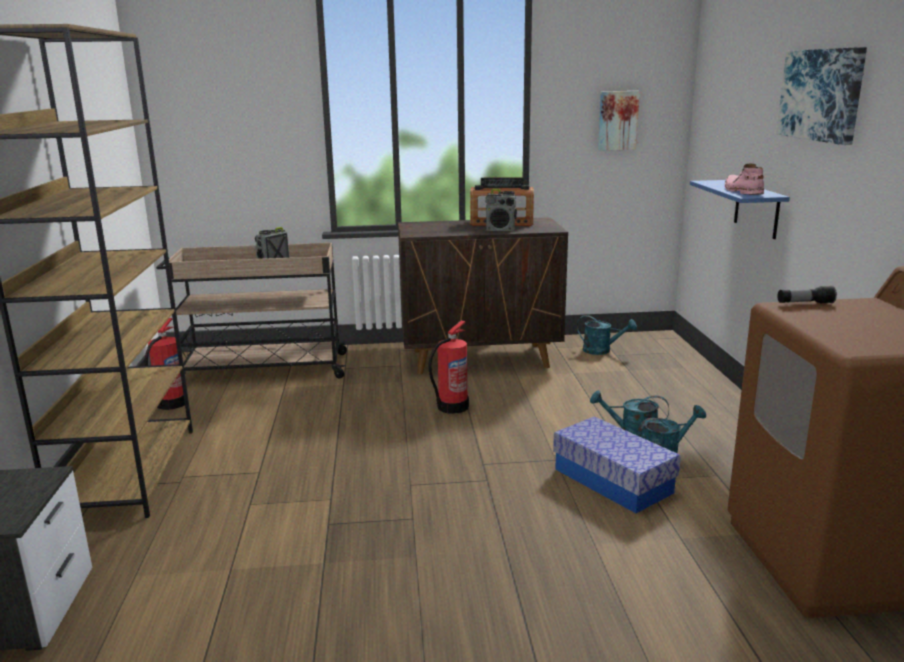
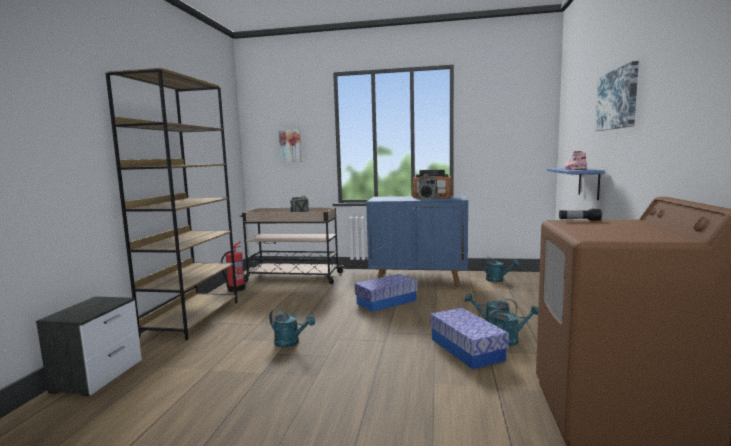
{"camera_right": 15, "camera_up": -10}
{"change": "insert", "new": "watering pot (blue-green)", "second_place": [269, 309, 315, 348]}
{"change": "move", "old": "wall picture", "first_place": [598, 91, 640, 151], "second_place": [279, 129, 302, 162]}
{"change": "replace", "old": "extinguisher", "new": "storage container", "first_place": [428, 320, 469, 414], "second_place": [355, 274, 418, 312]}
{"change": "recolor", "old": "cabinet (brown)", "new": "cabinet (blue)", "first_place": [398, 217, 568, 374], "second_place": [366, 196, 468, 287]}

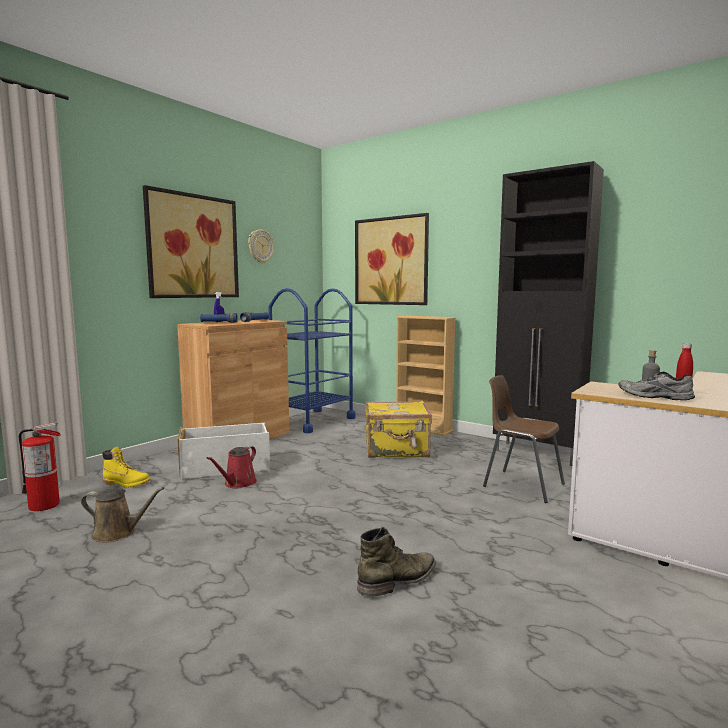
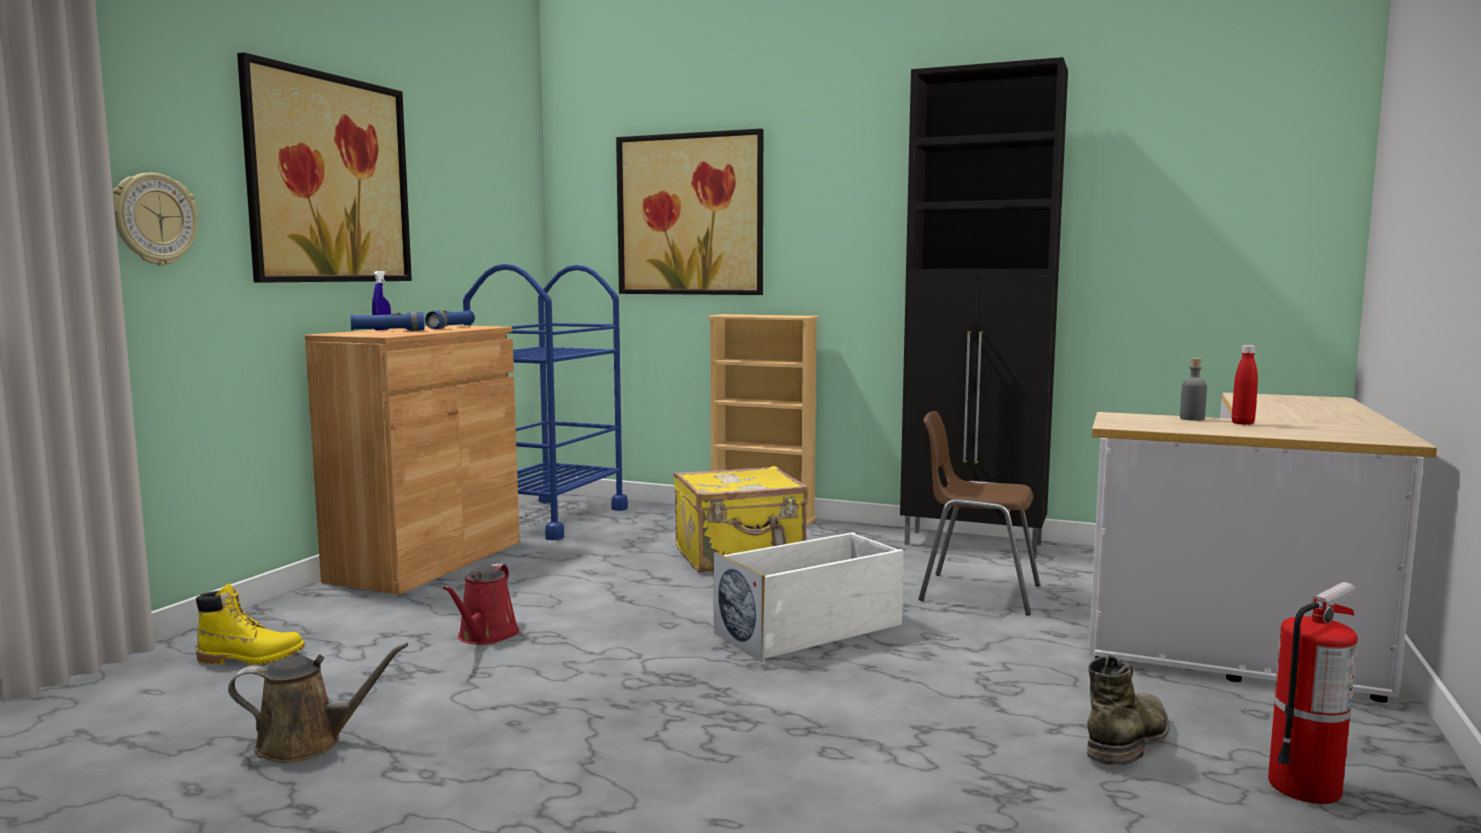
{"camera_right": -15, "camera_up": 0}
{"change": "move", "old": "clock on the wall", "first_place": [248, 230, 274, 263], "second_place": [113, 173, 198, 266]}
{"change": "move", "old": "storage container (whitish)", "first_place": [177, 423, 270, 480], "second_place": [714, 532, 904, 662]}
{"change": "move", "old": "tall boot (greenish)", "first_place": [357, 527, 436, 597], "second_place": [1087, 654, 1170, 765]}
{"change": "move", "old": "extinguisher", "first_place": [19, 422, 61, 511], "second_place": [1268, 582, 1358, 804]}
{"change": "delete", "old": "low shoe (greyish)", "first_place": [619, 371, 695, 400]}

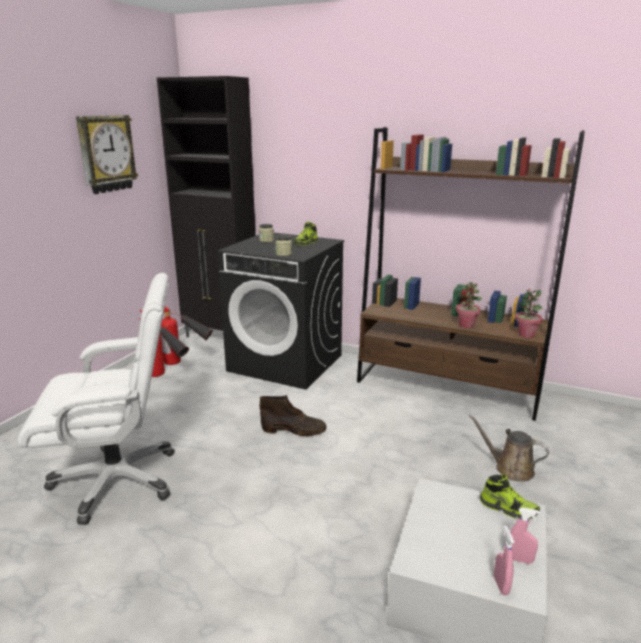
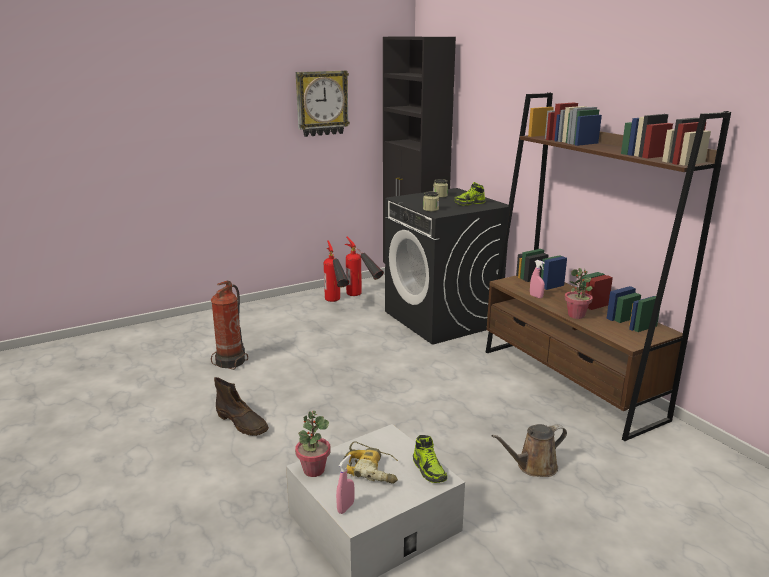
{"camera_right": 35, "camera_up": 0}
{"change": "replace", "old": "computer chair (whitish)", "new": "extinguisher", "first_place": [18, 273, 175, 525], "second_place": [211, 281, 248, 370]}
{"change": "move", "old": "tall boot (brown)", "first_place": [260, 395, 326, 436], "second_place": [214, 377, 269, 436]}
{"change": "move", "old": "houseplant", "first_place": [516, 289, 543, 338], "second_place": [295, 411, 330, 477]}
{"change": "insert", "new": "power drill", "second_place": [344, 441, 398, 484]}
{"change": "rotate", "old": "watering pot (brown)", "first_place": [469, 415, 549, 482], "second_place": [492, 424, 567, 477], "degrees": -90}
{"change": "move", "old": "spray bottle (pinkish)", "first_place": [510, 508, 540, 564], "second_place": [530, 260, 545, 298]}

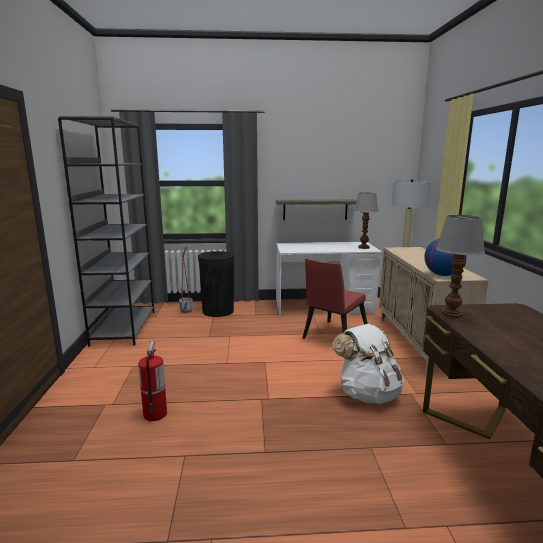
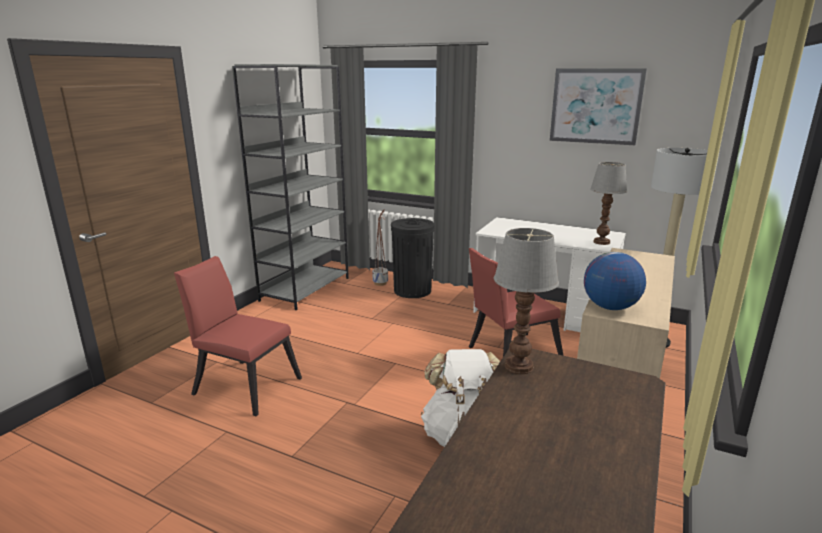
{"camera_right": 30, "camera_up": 5}
{"change": "replace", "old": "extinguisher", "new": "chair (red-coloured)", "first_place": [138, 341, 167, 421], "second_place": [174, 256, 302, 416]}
{"change": "insert", "new": "wall picture", "second_place": [550, 68, 647, 145]}
{"change": "delete", "old": "wall shelf", "first_place": [276, 199, 357, 220]}

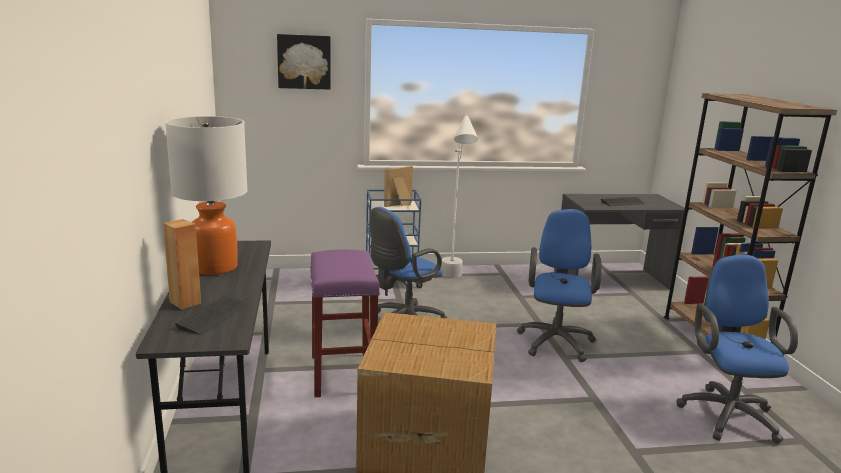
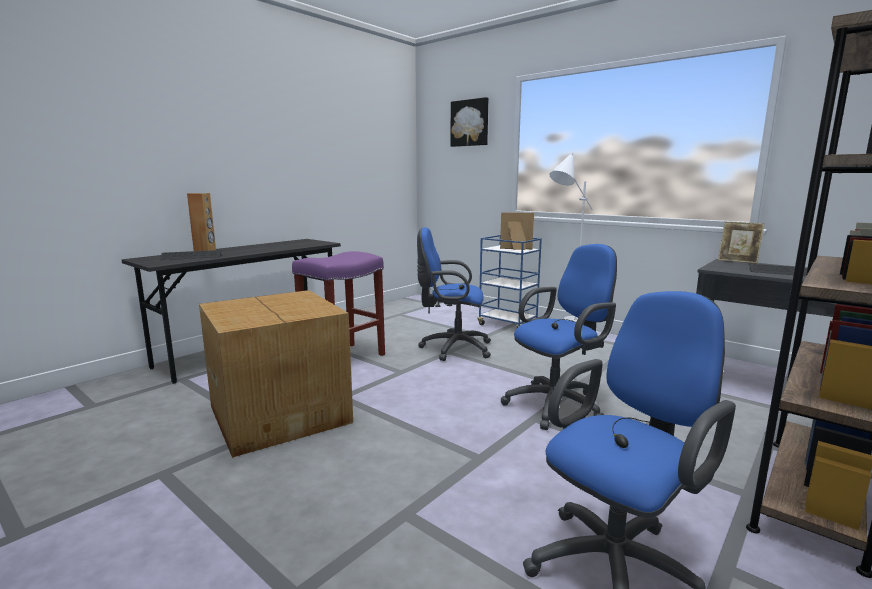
{"camera_right": 50, "camera_up": -5}
{"change": "insert", "new": "photo frame", "second_place": [718, 221, 765, 264]}
{"change": "delete", "old": "table lamp", "first_place": [165, 116, 248, 275]}

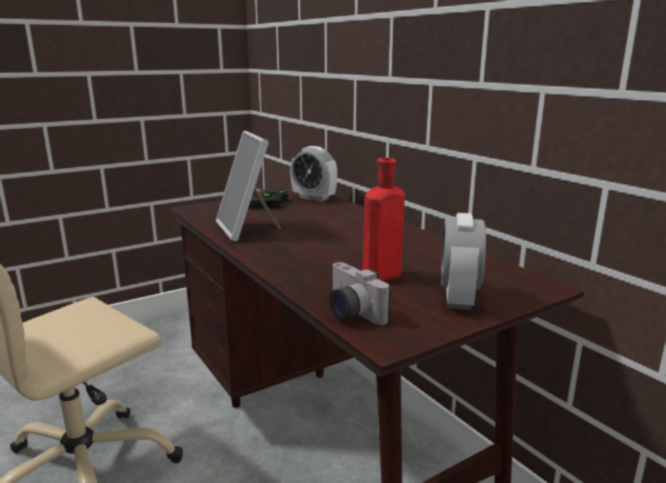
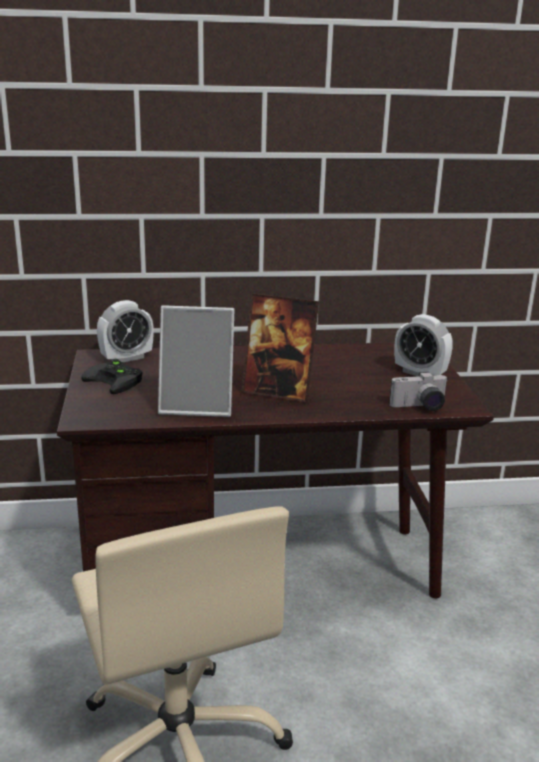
{"camera_right": -65, "camera_up": 5}
{"change": "insert", "new": "photo frame", "second_place": [241, 293, 319, 402]}
{"change": "delete", "old": "beverage bottle (red-coloured)", "first_place": [362, 158, 405, 281]}

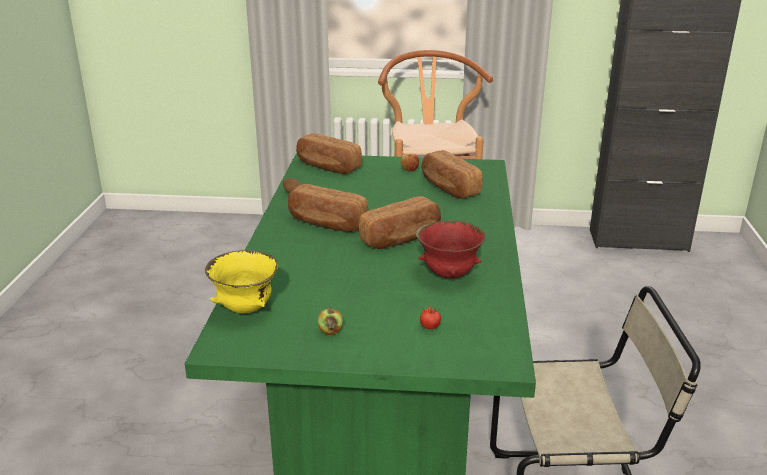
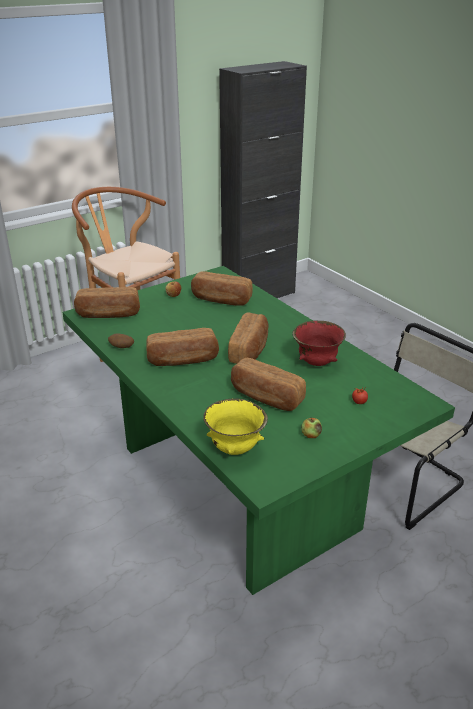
{"camera_right": -40, "camera_up": 5}
{"change": "insert", "new": "baked bread", "second_place": [231, 358, 306, 411]}

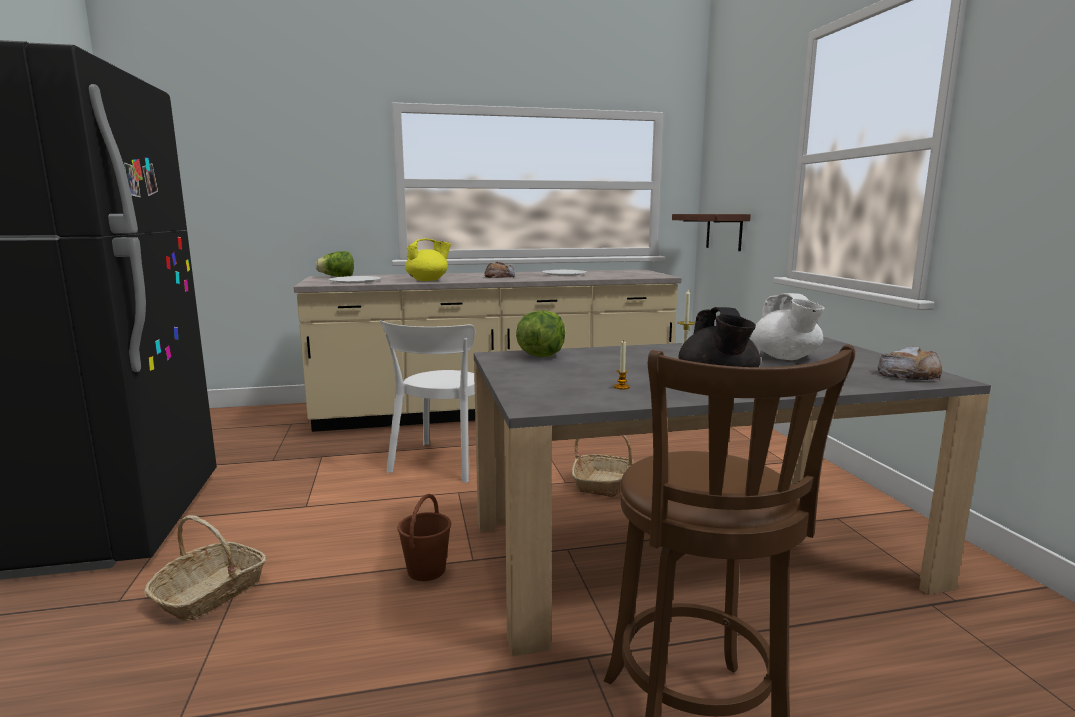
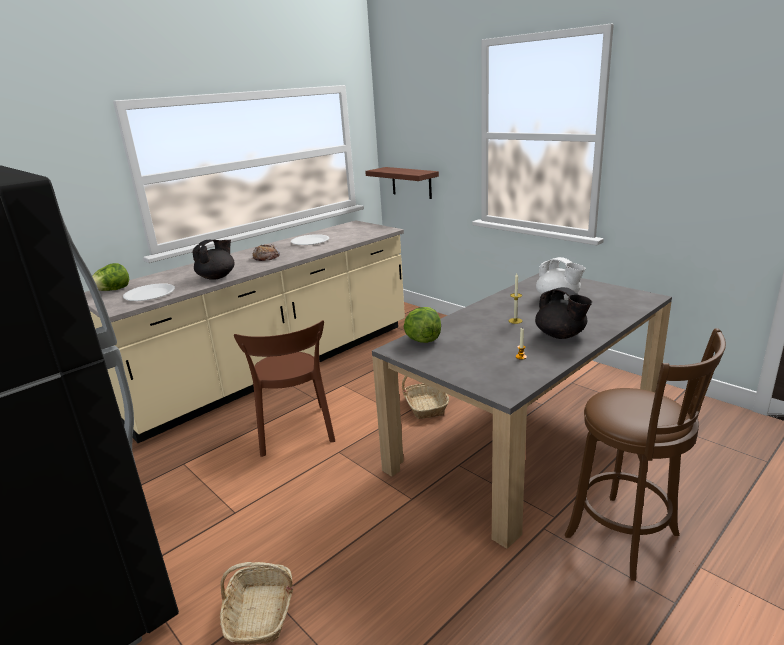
{"camera_right": -30, "camera_up": 10}
{"change": "recolor", "old": "pot for tea (yellowish)", "new": "pot for tea (black-coloured)", "first_place": [405, 239, 451, 281], "second_place": [192, 240, 235, 280]}
{"change": "recolor", "old": "chair (whitish)", "new": "chair (brown)", "first_place": [380, 320, 475, 483], "second_place": [234, 320, 335, 457]}
{"change": "delete", "old": "water bucket (brown)", "first_place": [398, 494, 451, 581]}
{"change": "delete", "old": "baked bread", "first_place": [878, 346, 942, 381]}

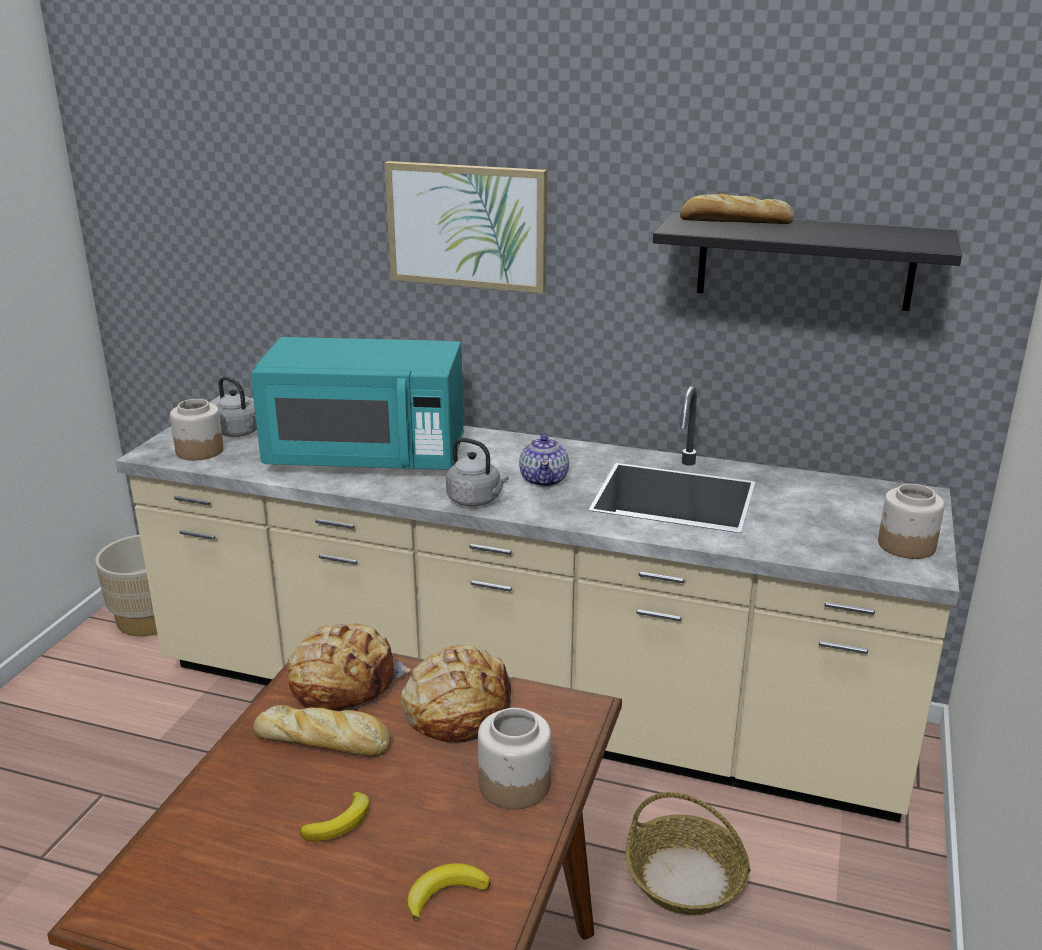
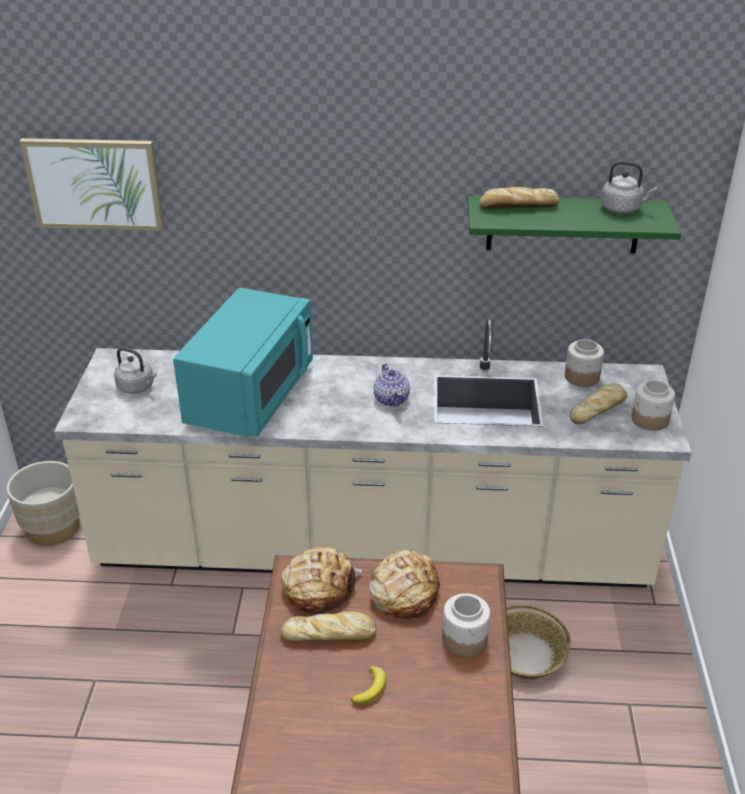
{"camera_right": -15, "camera_up": 10}
{"change": "move", "old": "wall picture", "first_place": [384, 161, 547, 293], "second_place": [19, 138, 164, 231]}
{"change": "rotate", "old": "microwave oven (blue-green)", "first_place": [251, 337, 464, 470], "second_place": [173, 287, 313, 437], "degrees": -60}
{"change": "recolor", "old": "wall shelf (black-coloured)", "new": "wall shelf (greenish)", "first_place": [653, 212, 962, 311], "second_place": [467, 196, 681, 254]}
{"change": "move", "old": "preserve jar", "first_place": [170, 399, 224, 461], "second_place": [565, 339, 604, 387]}
{"change": "insert", "new": "baked bread", "second_place": [570, 383, 628, 424]}
{"change": "move", "old": "water kettle (greyish)", "first_place": [446, 438, 509, 506], "second_place": [601, 161, 658, 214]}
{"change": "delete", "old": "banana", "first_place": [407, 863, 490, 922]}

